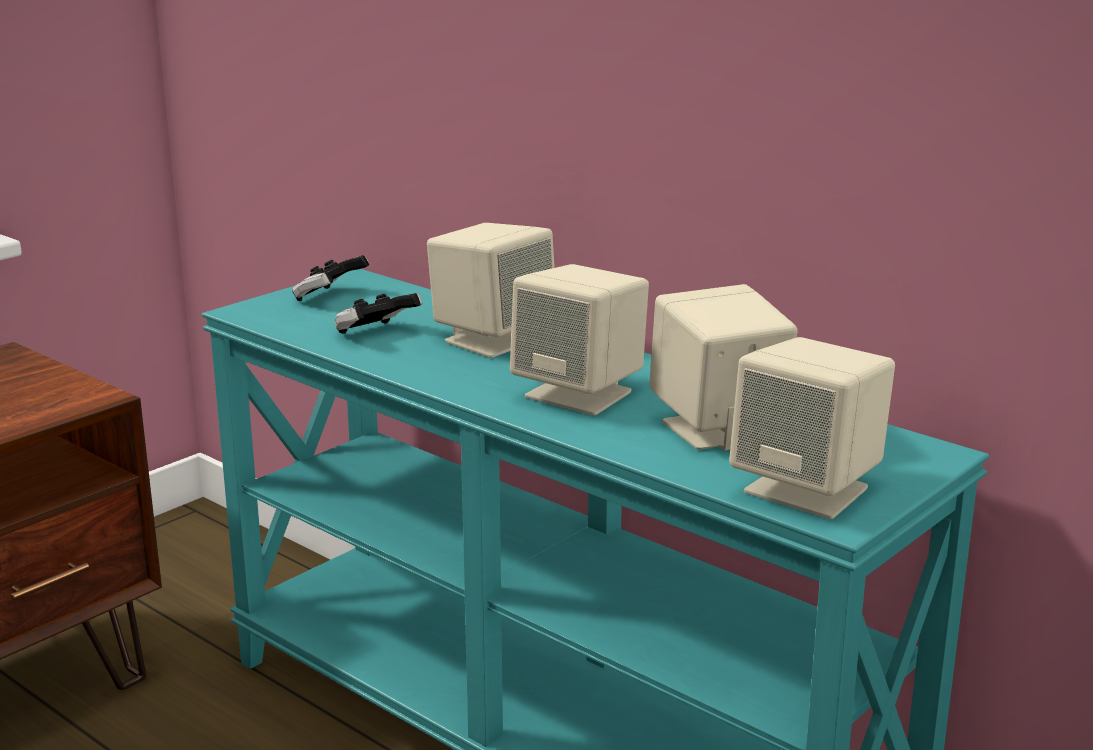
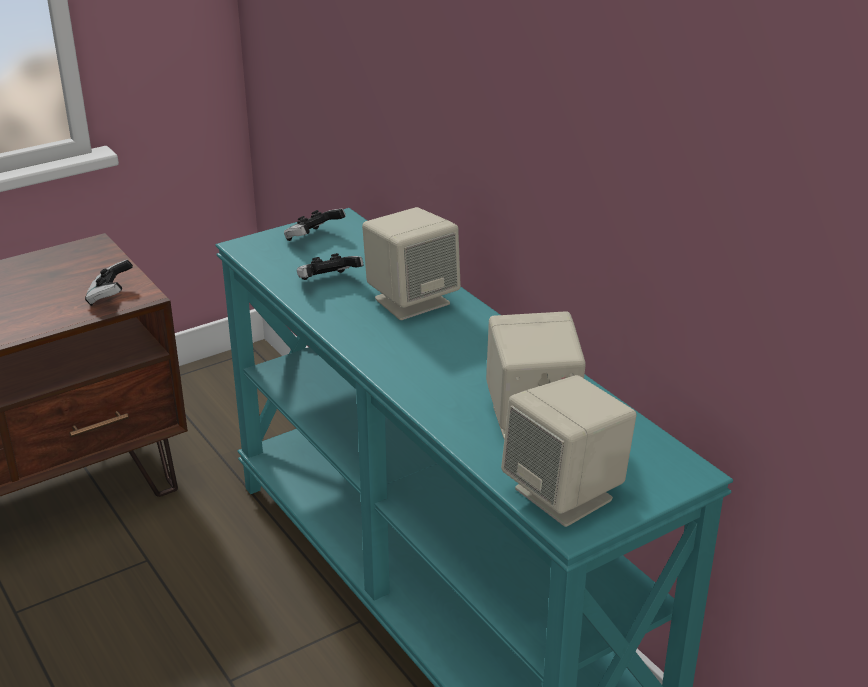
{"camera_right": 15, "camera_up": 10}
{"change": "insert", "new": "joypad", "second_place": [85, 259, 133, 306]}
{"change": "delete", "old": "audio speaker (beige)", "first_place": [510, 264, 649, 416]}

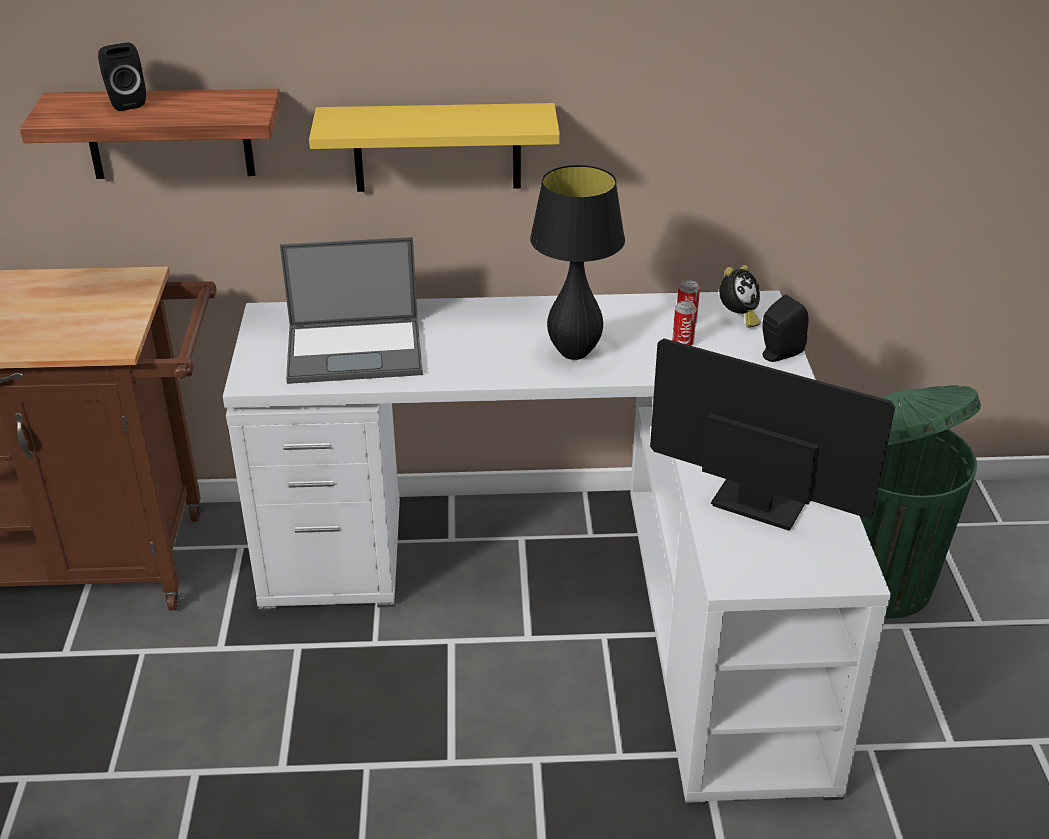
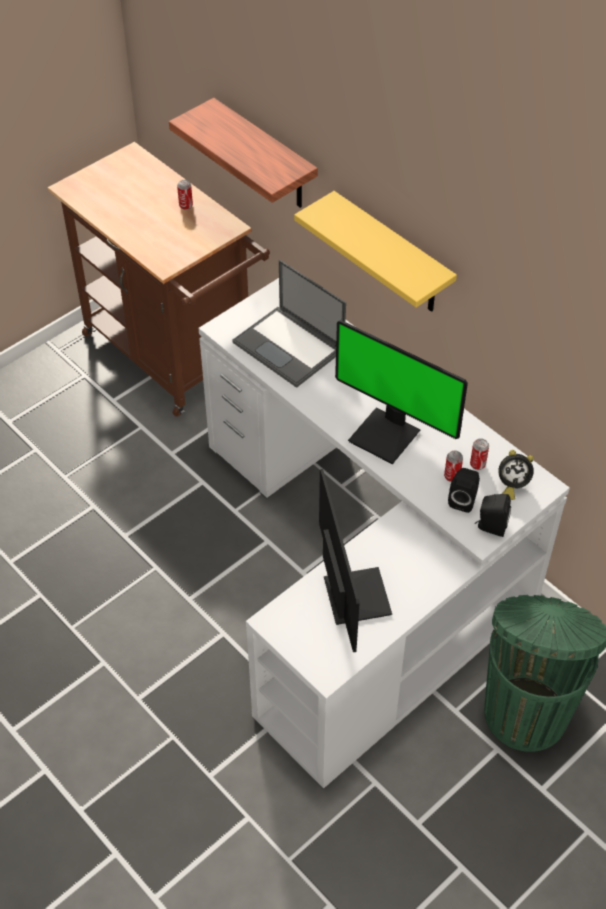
{"camera_right": 50, "camera_up": 15}
{"change": "insert", "new": "metal can", "second_place": [177, 180, 193, 210]}
{"change": "replace", "old": "table lamp (black-coloured)", "new": "computer screen", "first_place": [530, 165, 625, 360], "second_place": [335, 320, 468, 464]}
{"change": "move", "old": "audio speaker (black-coloured)", "first_place": [98, 42, 146, 111], "second_place": [448, 468, 480, 513]}

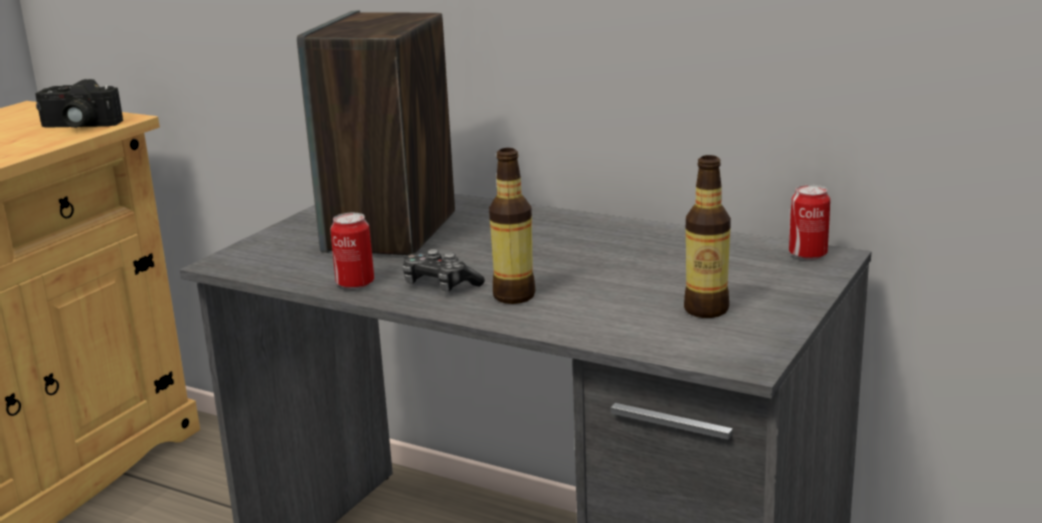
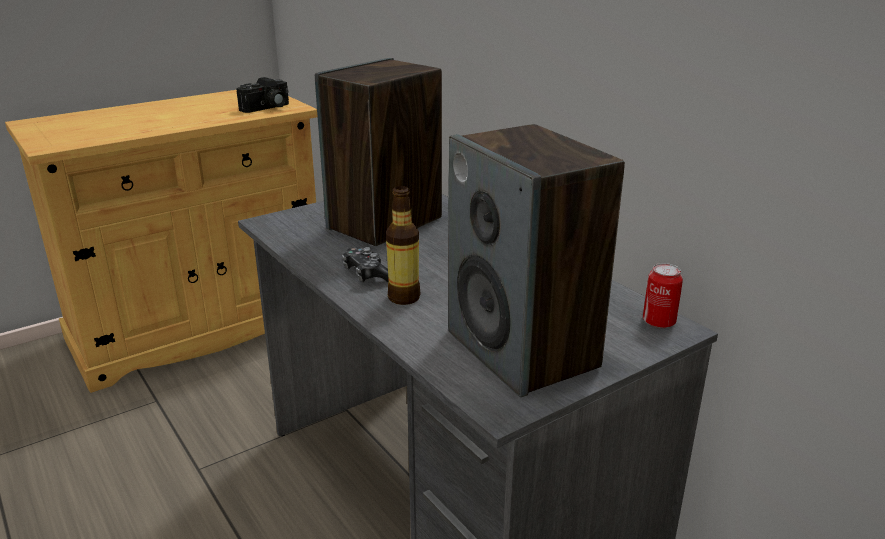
{"camera_right": 25, "camera_up": 5}
{"change": "rotate", "old": "still camera", "first_place": [35, 79, 123, 128], "second_place": [236, 77, 289, 113], "degrees": -75}
{"change": "replace", "old": "beverage bottle", "new": "audio speaker", "first_place": [684, 155, 731, 318], "second_place": [448, 124, 625, 397]}
{"change": "delete", "old": "metal can", "first_place": [330, 213, 374, 289]}

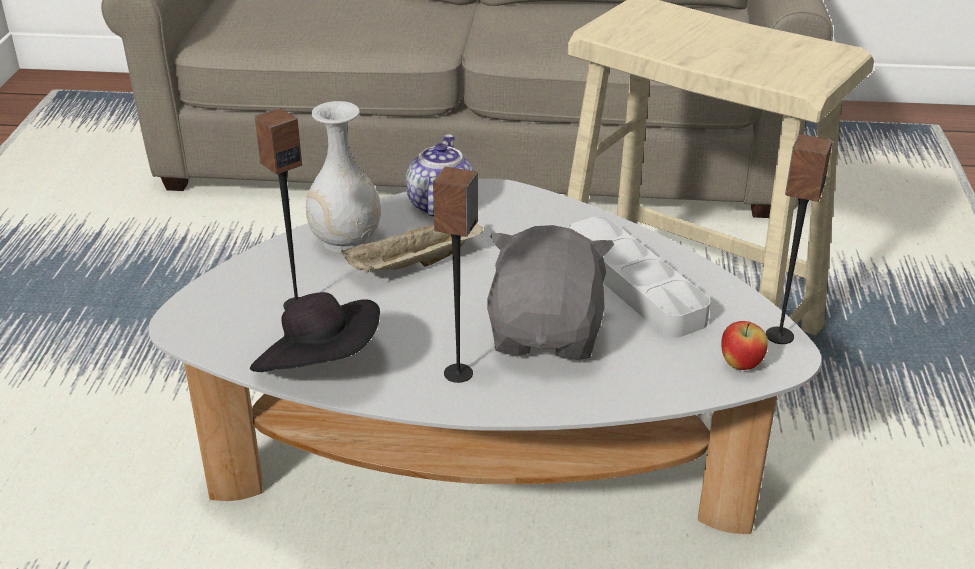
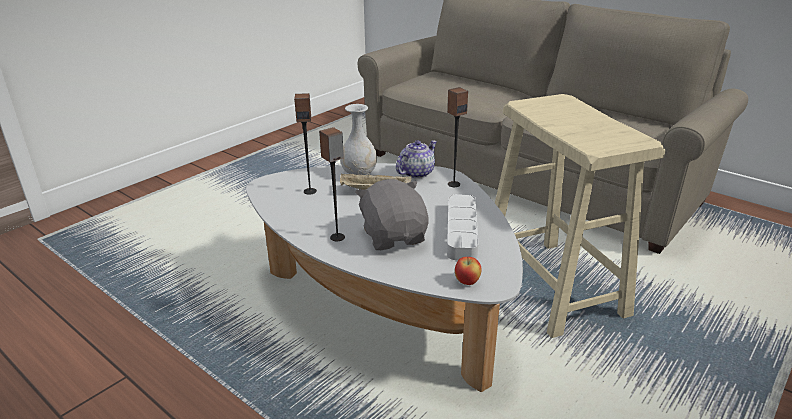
{"camera_right": 35, "camera_up": -5}
{"change": "rotate", "old": "plush toy (greyish)", "first_place": [487, 225, 614, 360], "second_place": [355, 179, 429, 250], "degrees": -60}
{"change": "move", "old": "audio speaker", "first_place": [766, 134, 833, 344], "second_place": [447, 87, 468, 187]}
{"change": "delete", "old": "hat (black-coloured)", "first_place": [250, 292, 380, 372]}

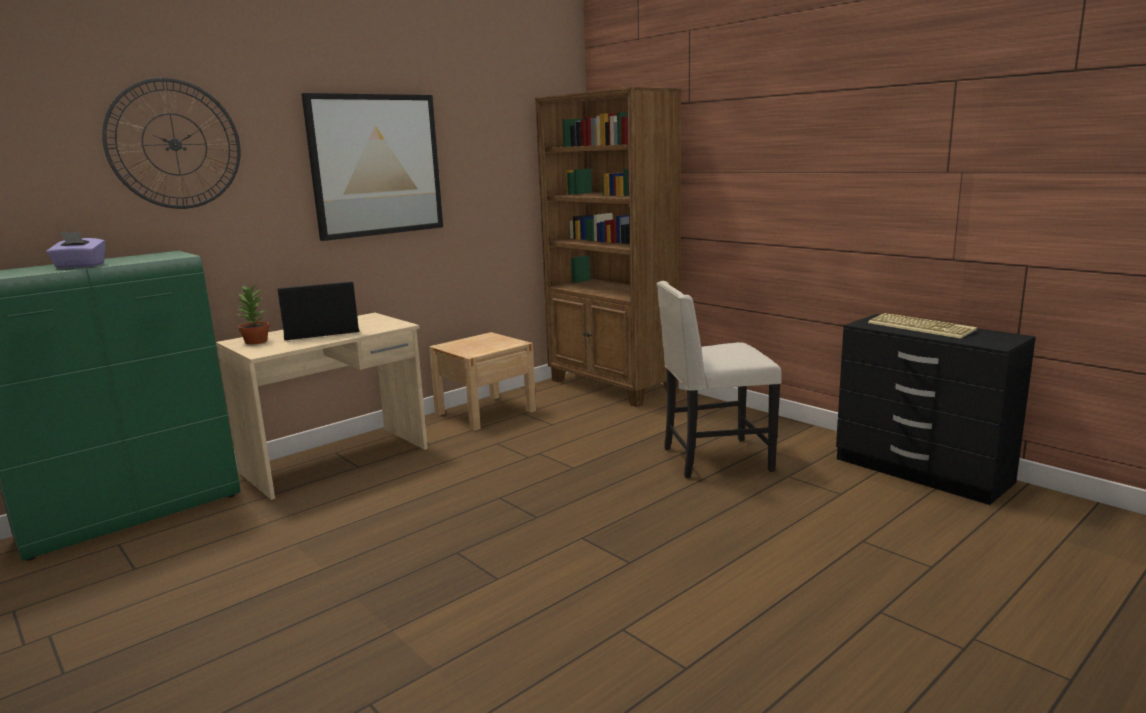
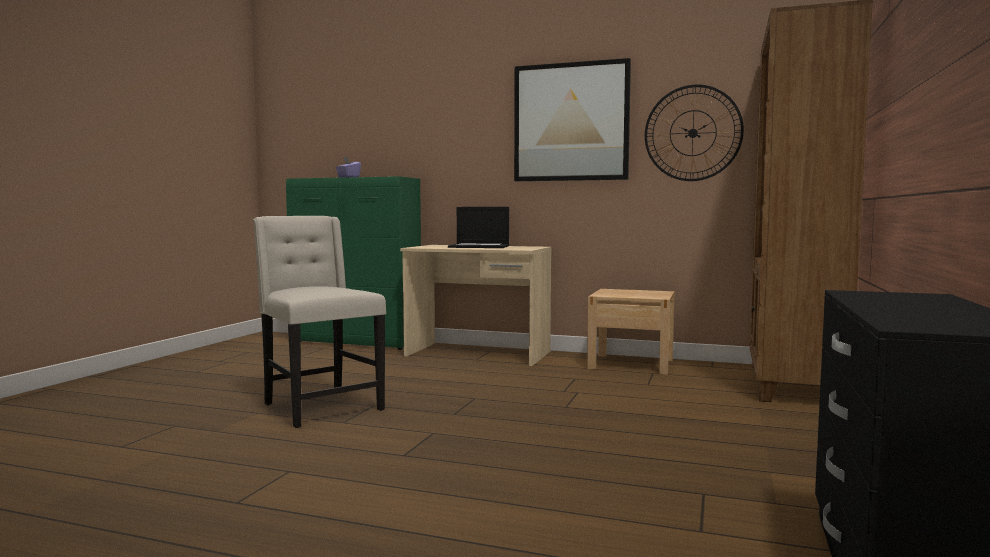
{"camera_right": 60, "camera_up": -10}
{"change": "move", "old": "chair (beige)", "first_place": [656, 281, 782, 478], "second_place": [253, 216, 386, 428]}
{"change": "rotate", "old": "notebook computer", "first_place": [278, 281, 359, 340], "second_place": [448, 207, 509, 248], "degrees": 150}
{"change": "move", "old": "clock on the wall", "first_place": [102, 78, 240, 209], "second_place": [645, 84, 744, 181]}
{"change": "delete", "old": "houseplant", "first_place": [235, 285, 270, 345]}
{"change": "delete", "old": "PC keyboard", "first_place": [868, 313, 977, 339]}

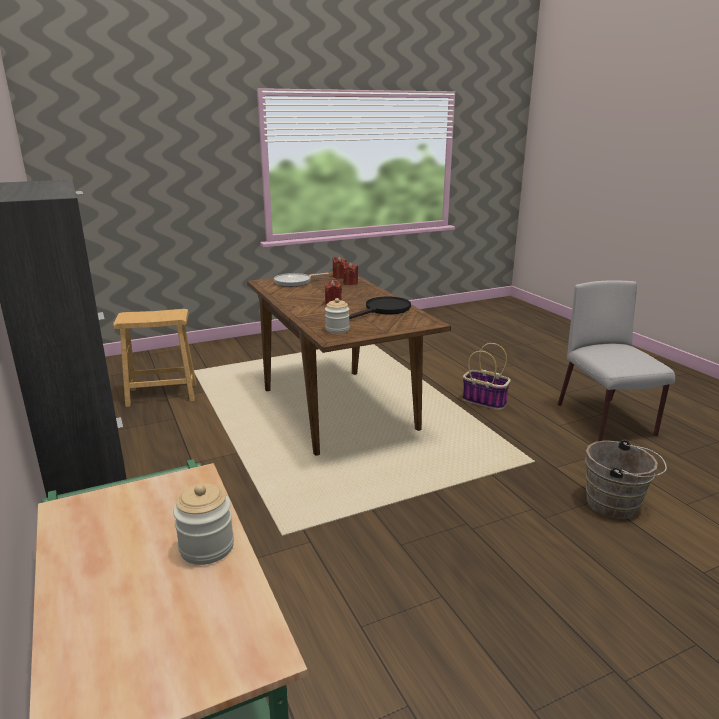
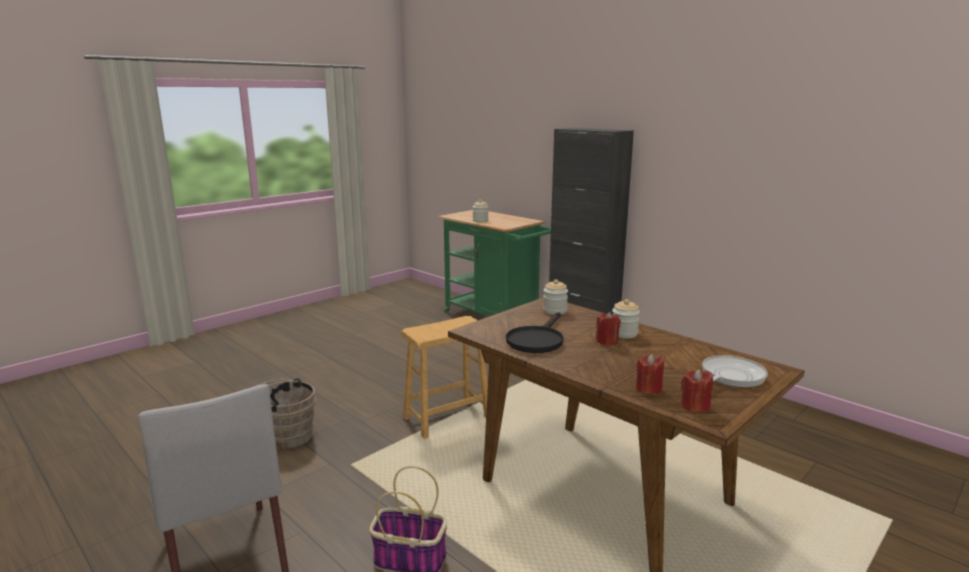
{"camera_right": 160, "camera_up": -5}
{"change": "move", "old": "sitting stool (brown)", "first_place": [113, 309, 197, 407], "second_place": [401, 316, 488, 439]}
{"change": "insert", "new": "preserve jar", "second_place": [612, 299, 640, 338]}

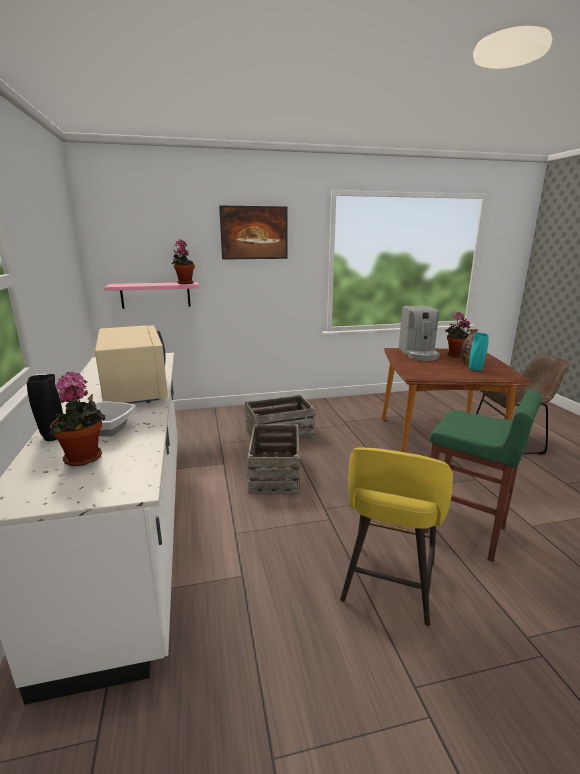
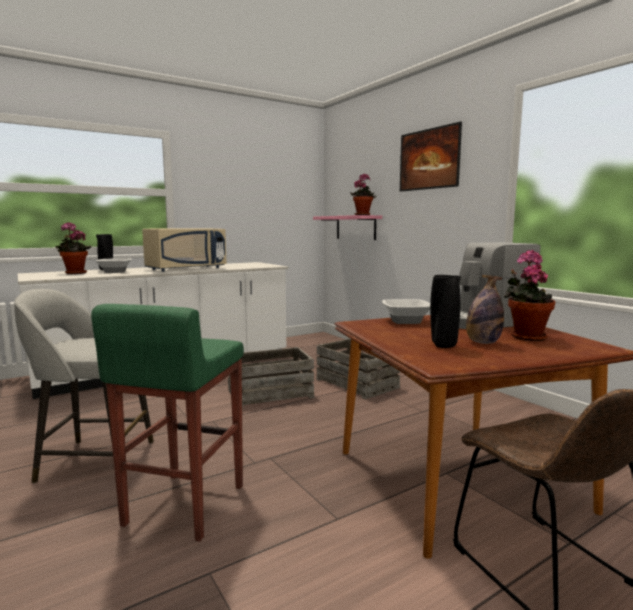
{"camera_right": 70, "camera_up": -10}
{"change": "recolor", "old": "sitting stool (yellowish)", "new": "sitting stool (greyish)", "first_place": [340, 447, 453, 626], "second_place": [14, 289, 154, 483]}
{"change": "insert", "new": "deep dish", "second_place": [382, 299, 430, 324]}
{"change": "recolor", "old": "decorative vase (blue-green)", "new": "decorative vase (black-coloured)", "first_place": [469, 332, 489, 371], "second_place": [430, 275, 461, 348]}

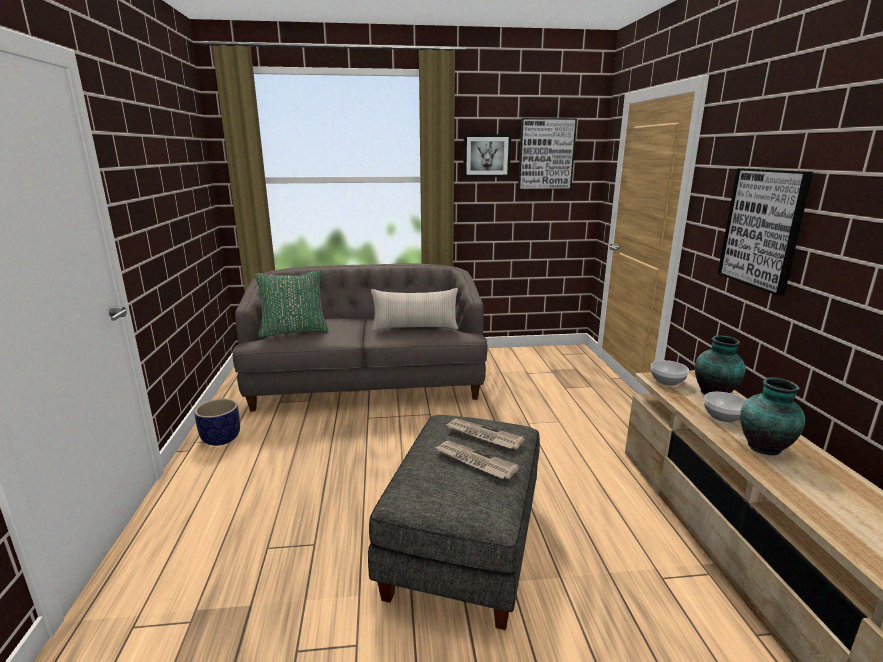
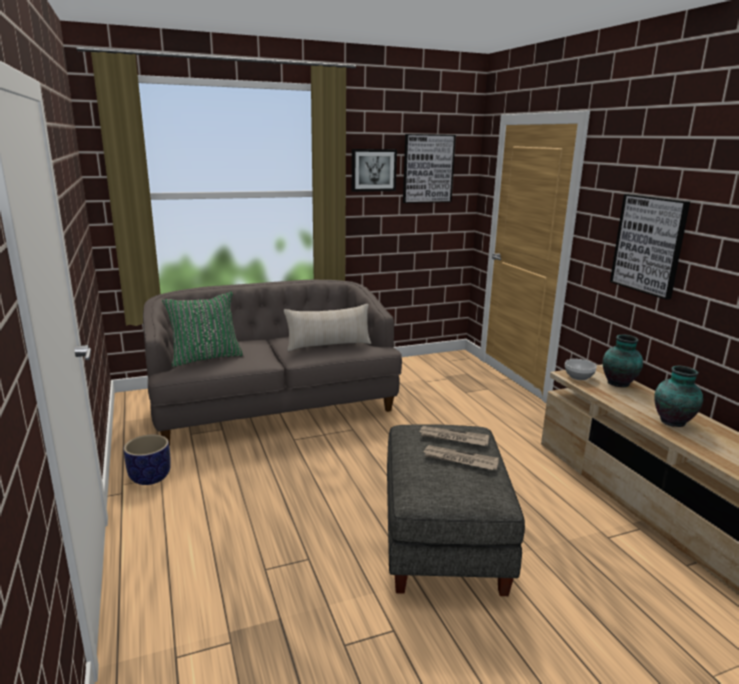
{"camera_right": -15, "camera_up": 0}
{"change": "delete", "old": "deep dish", "first_place": [704, 392, 746, 423]}

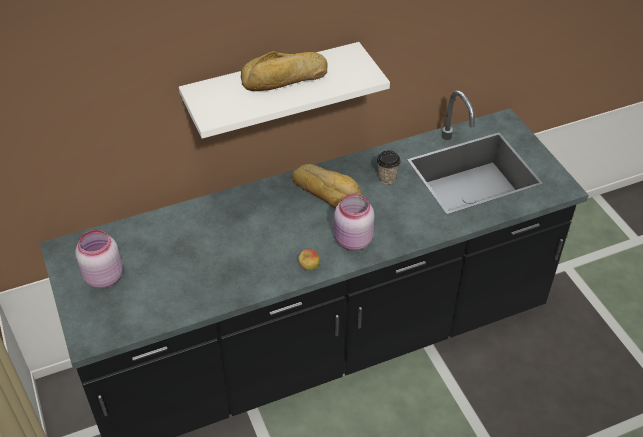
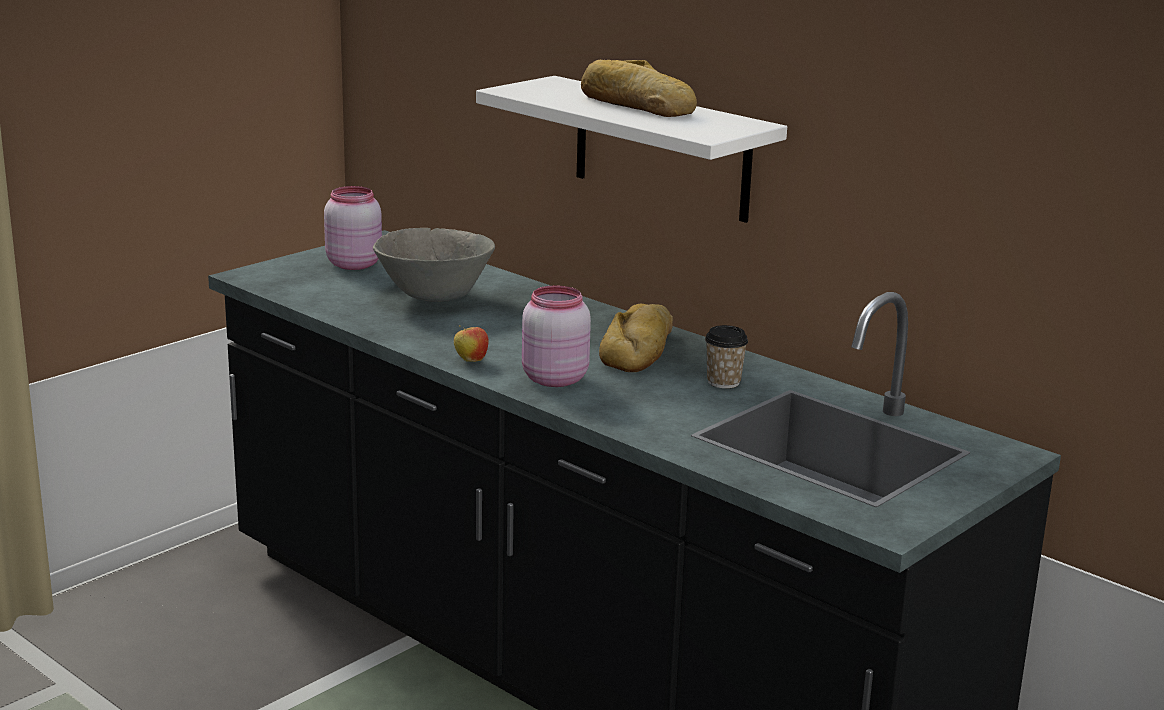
{"camera_right": 65, "camera_up": -25}
{"change": "insert", "new": "deep dish (greyish)", "second_place": [373, 228, 495, 302]}

